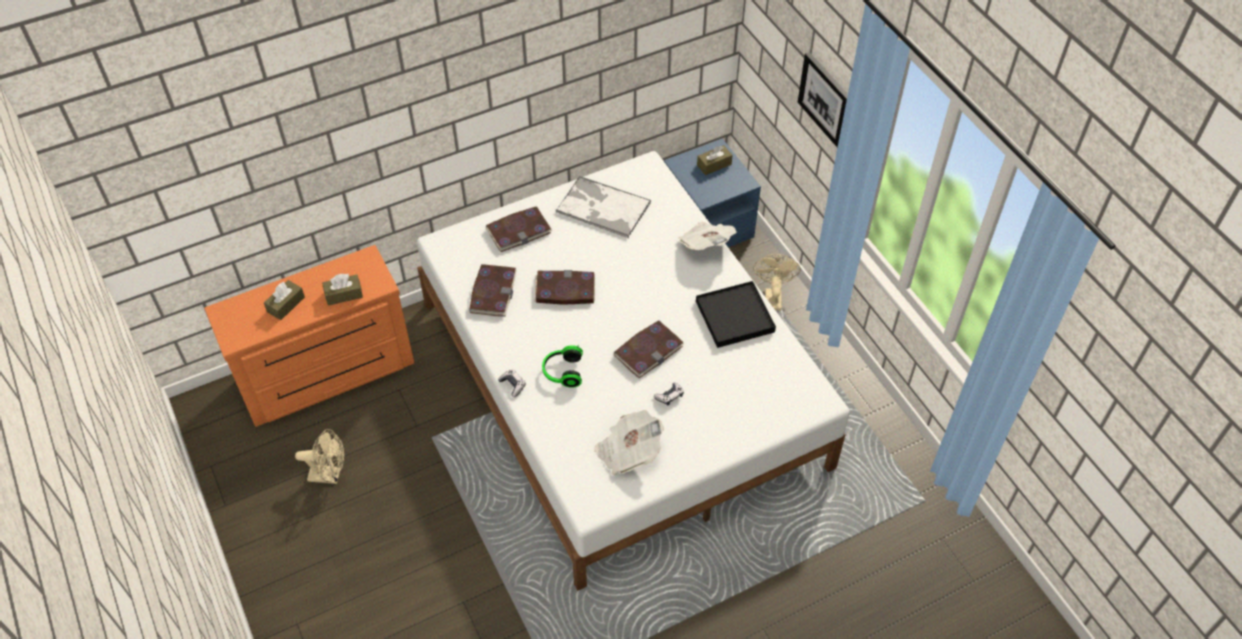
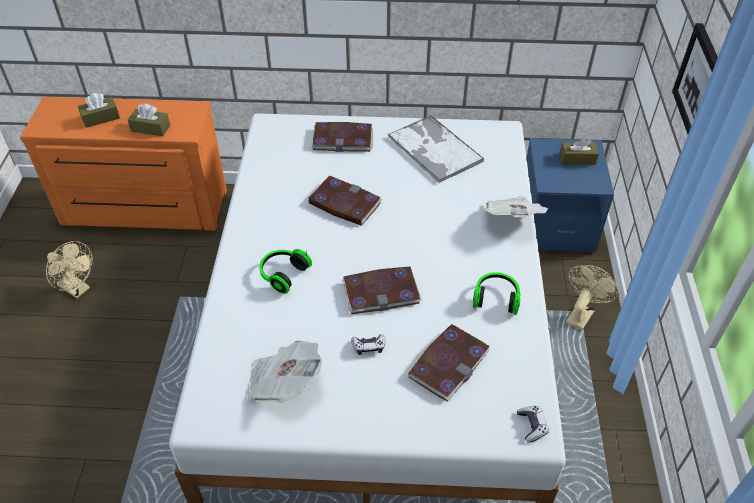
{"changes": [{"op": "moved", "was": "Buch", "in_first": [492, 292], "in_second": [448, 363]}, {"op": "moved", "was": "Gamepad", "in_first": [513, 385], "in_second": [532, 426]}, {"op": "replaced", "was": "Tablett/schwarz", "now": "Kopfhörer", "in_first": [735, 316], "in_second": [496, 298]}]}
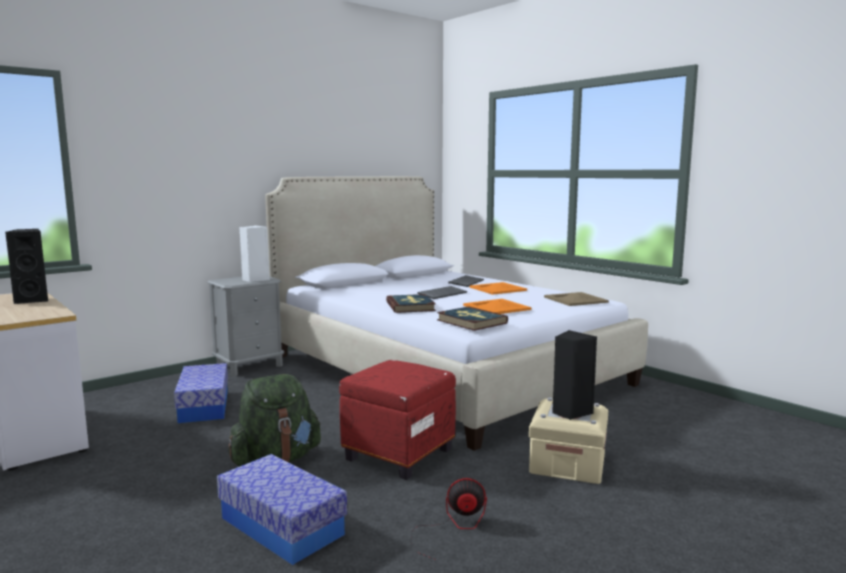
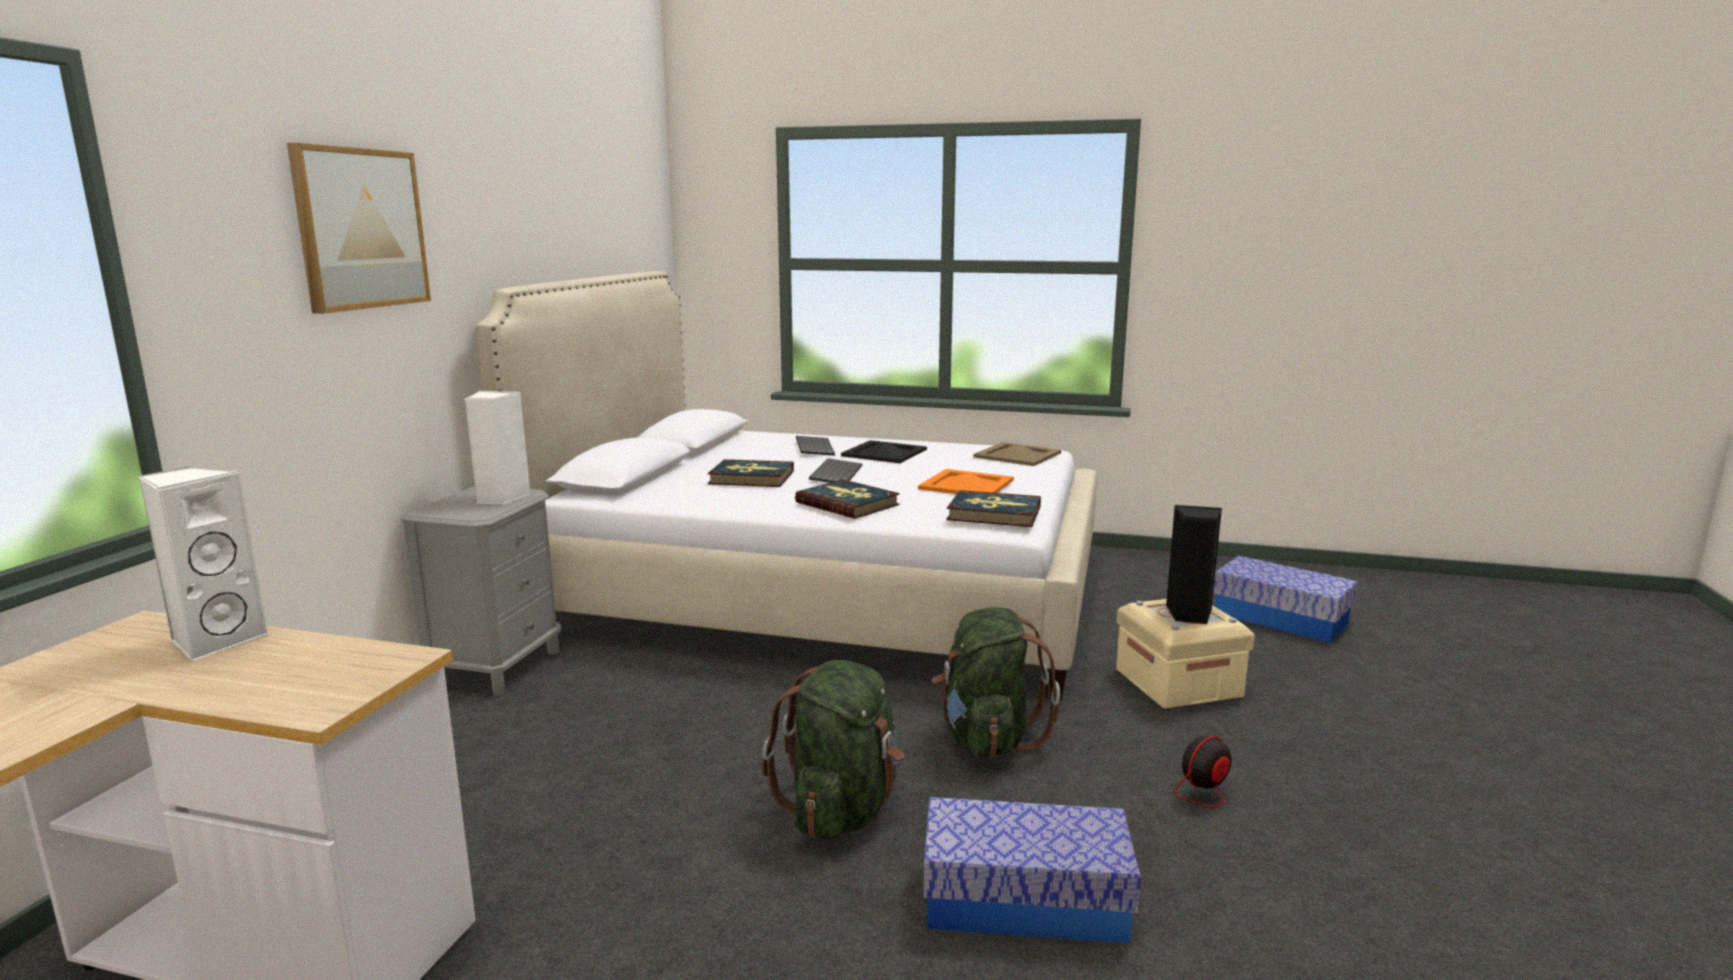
{"changes": [{"op": "added", "now": "Bild", "in_second": [360, 229]}, {"op": "added", "now": "Buch", "in_second": [751, 477]}, {"op": "moved", "was": "Aufbewahrungsbox", "in_first": [204, 406], "in_second": [1280, 618]}, {"op": "replaced", "was": "Polsterhocker/rot", "now": "Rucksack/grün", "in_first": [399, 455], "in_second": [987, 739]}, {"op": "recoloured", "was": "Lautsprecher/schwarz", "now": "Lautsprecher/weiß", "in_first": [33, 300], "in_second": [216, 641]}, {"op": "recoloured", "was": "Tablett/orange", "now": "Tablett/schwarz", "in_first": [498, 289], "in_second": [884, 452]}]}
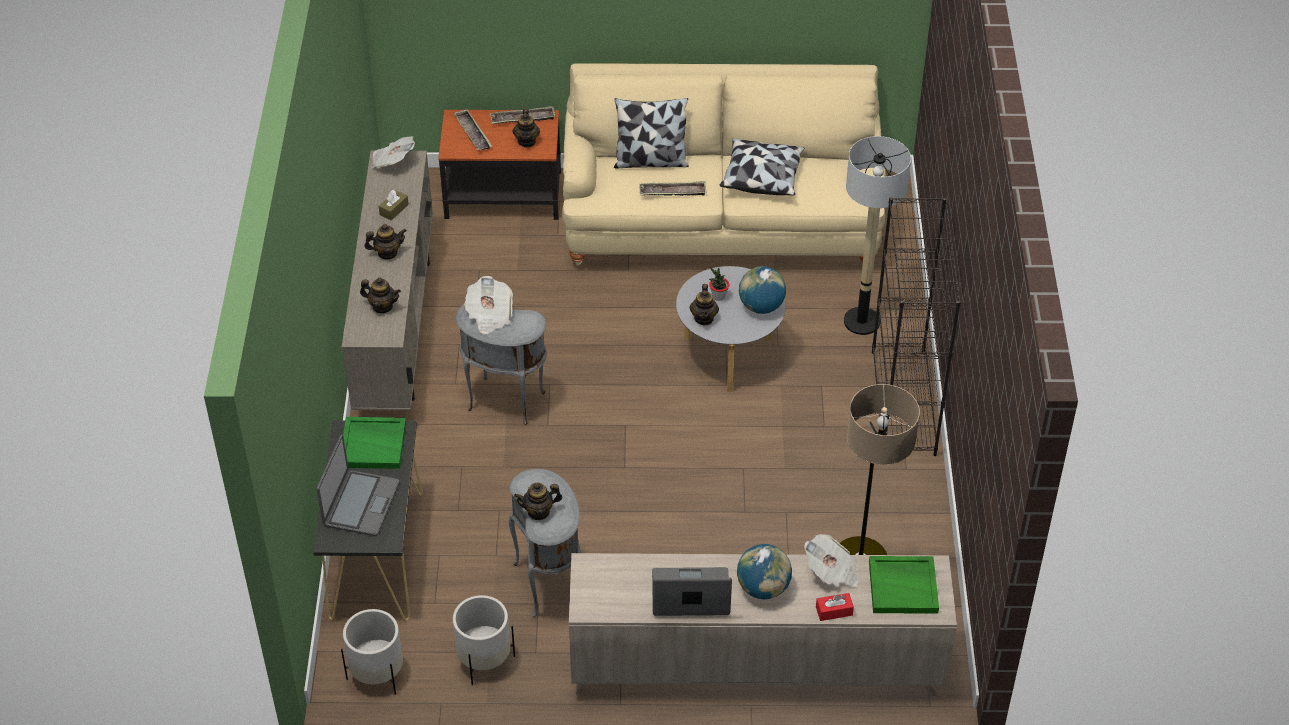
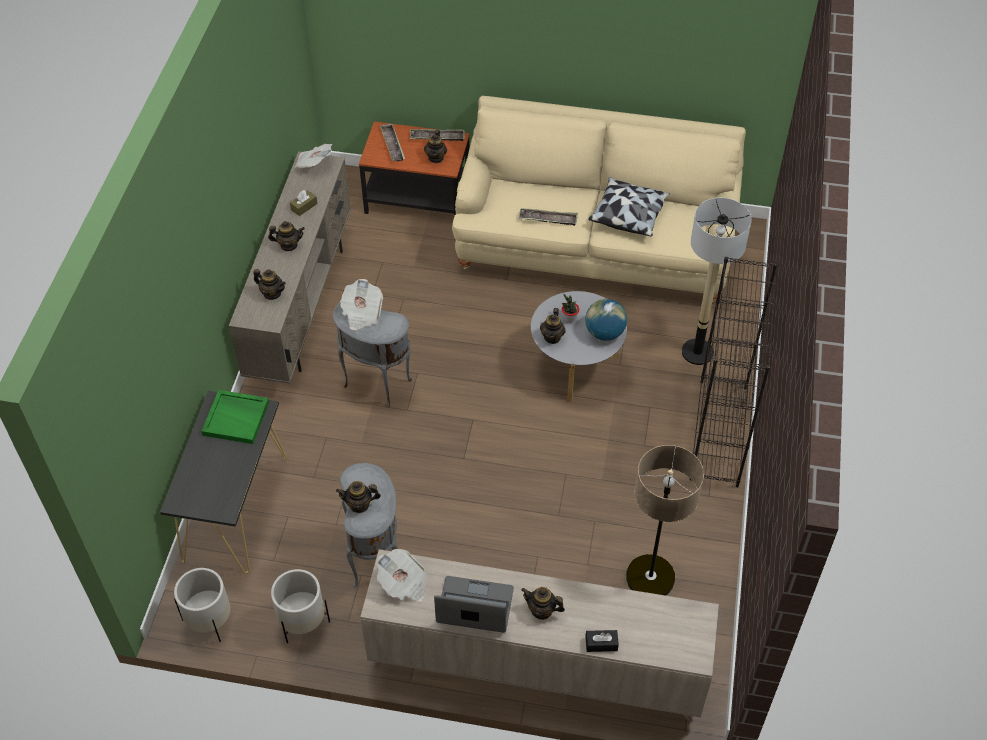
{"changes": [{"op": "removed", "was": "Laptop", "in_first": [360, 504]}, {"op": "removed", "was": "Kissen", "in_first": [650, 161]}, {"op": "removed", "was": "Tablett/grün", "in_first": [903, 586]}, {"op": "moved", "was": "Zeitung", "in_first": [831, 572], "in_second": [403, 584]}, {"op": "replaced", "was": "Globus", "now": "Teekanne", "in_first": [763, 588], "in_second": [542, 610]}, {"op": "recoloured", "was": "Taschentuchbox/rot", "now": "Taschentuchbox/schwarz", "in_first": [834, 611], "in_second": [601, 644]}]}
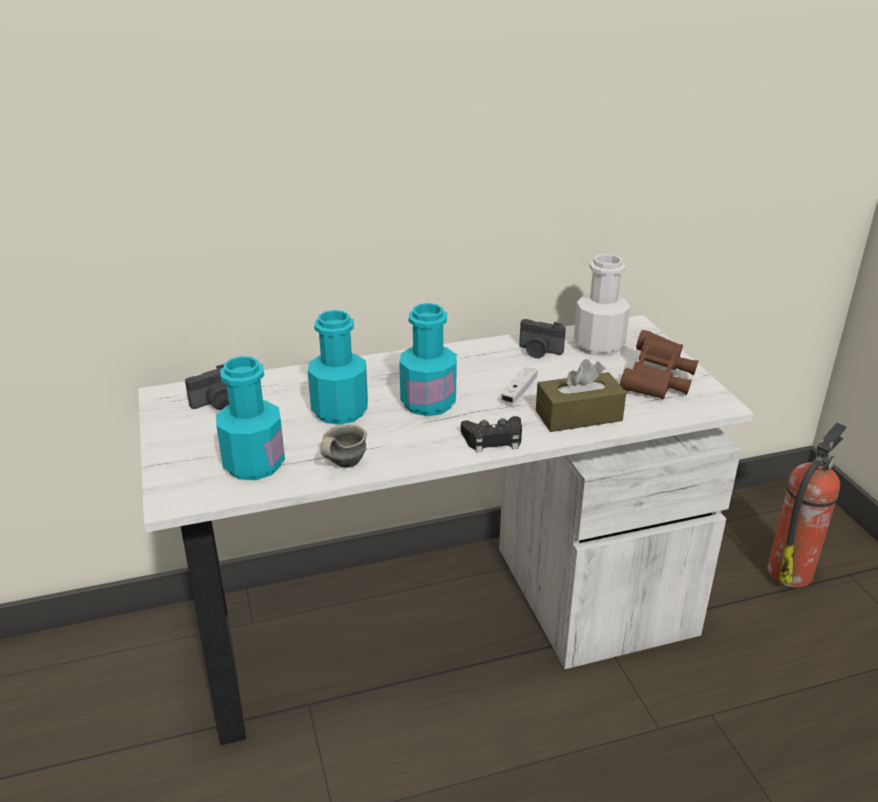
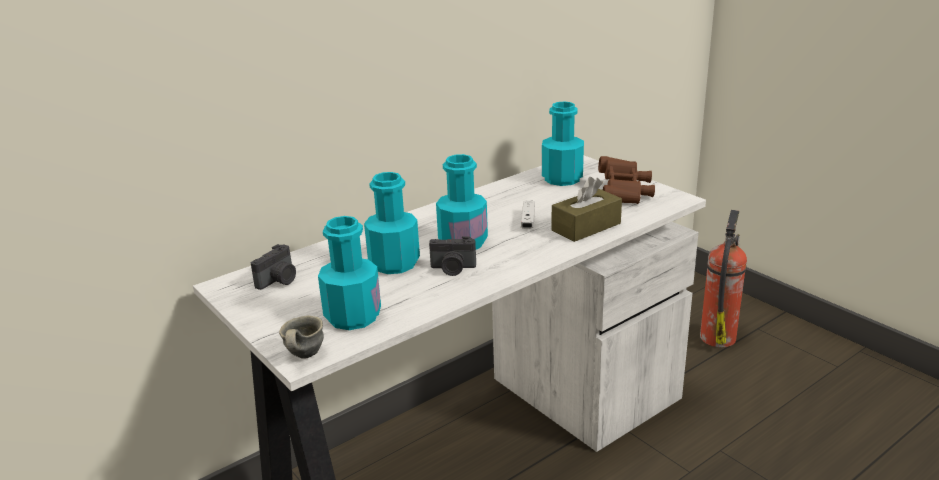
{"changes": [{"op": "removed", "was": "Gamepad/schwarz", "in_first": [493, 439]}, {"op": "moved", "was": "Henkelbecher/grau", "in_first": [342, 464], "in_second": [302, 356]}, {"op": "moved", "was": "Kamera", "in_first": [539, 352], "in_second": [453, 269]}, {"op": "recoloured", "was": "Flasche/weiß", "now": "Flasche/türkis", "in_first": [599, 345], "in_second": [562, 178]}]}
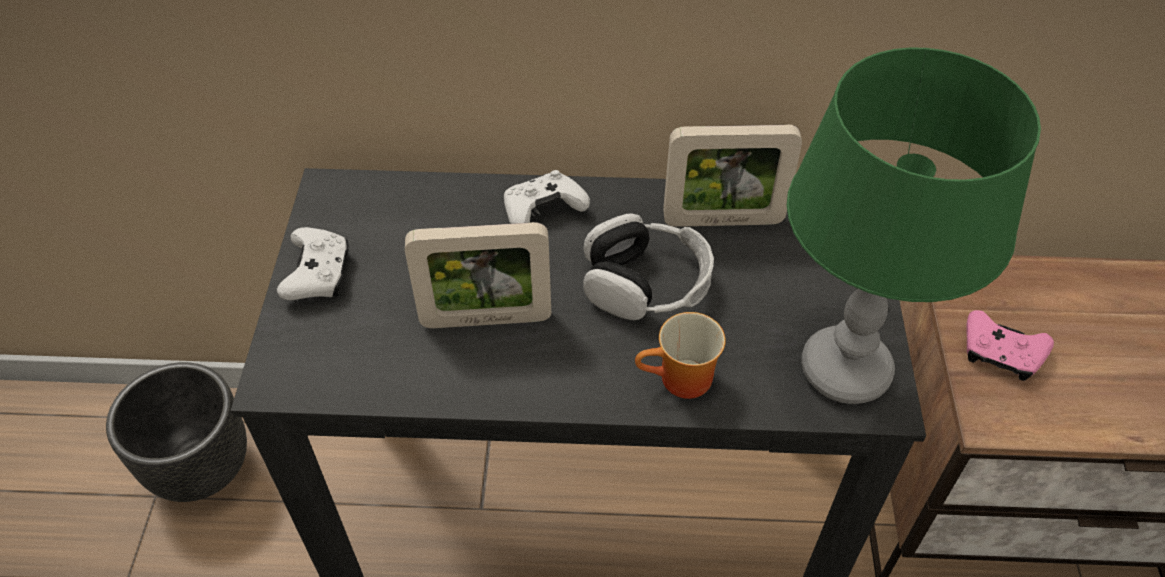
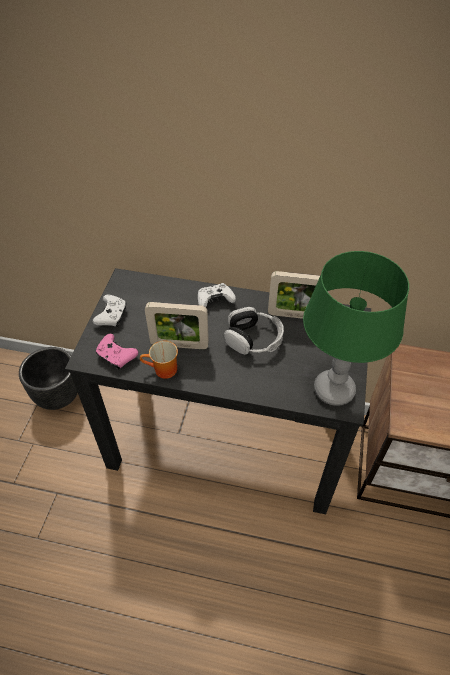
{"changes": [{"op": "moved", "was": "Henkelbecher", "in_first": [681, 382], "in_second": [163, 371]}, {"op": "moved", "was": "Gamepad/rosa", "in_first": [1000, 354], "in_second": [116, 356]}]}
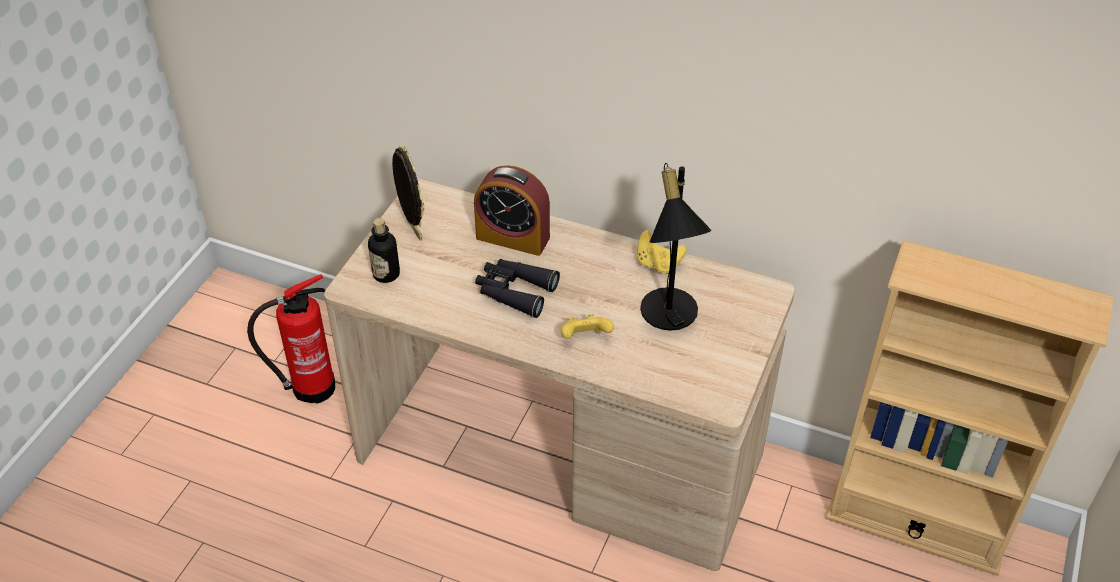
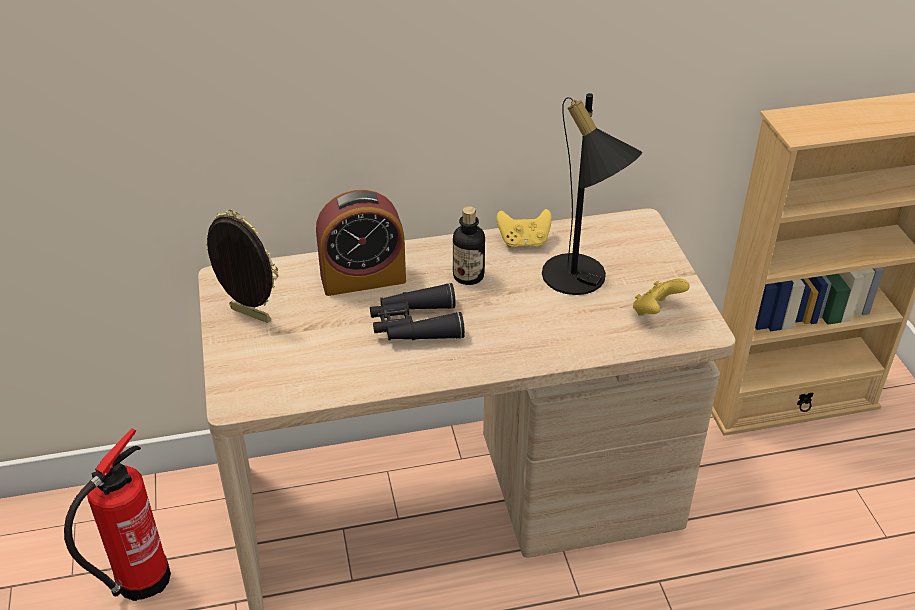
{"changes": [{"op": "moved", "was": "Flasche", "in_first": [386, 274], "in_second": [468, 276]}, {"op": "moved", "was": "Gamepad/gelb", "in_first": [585, 338], "in_second": [656, 311]}]}
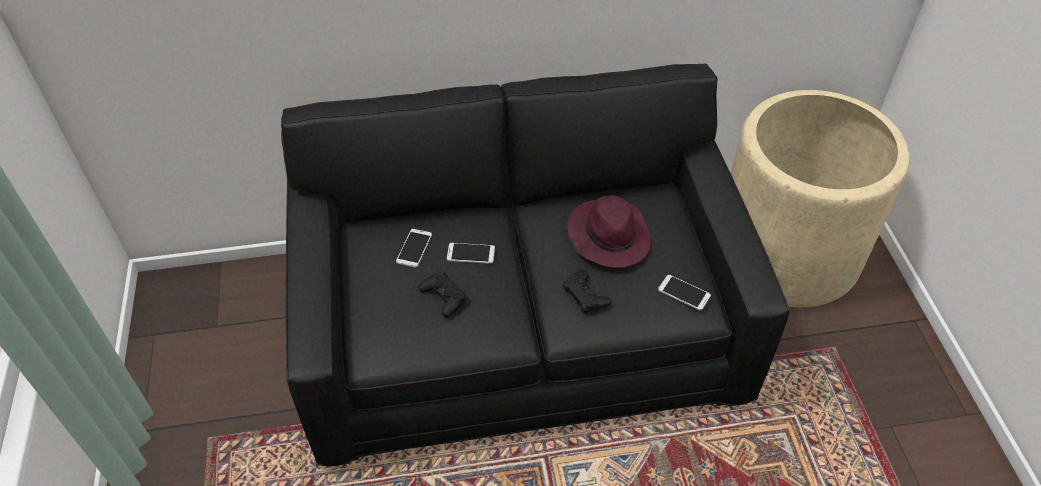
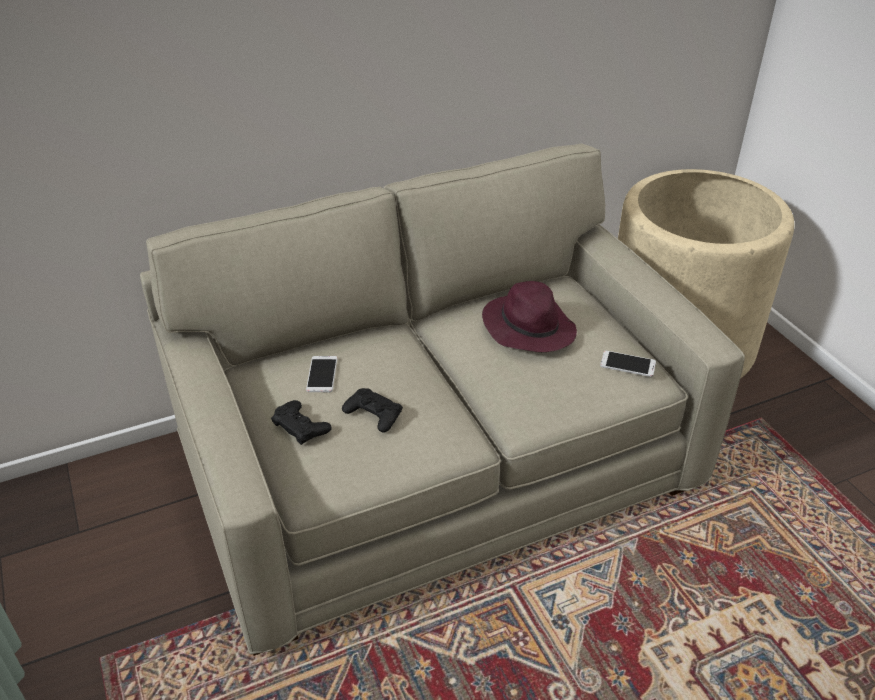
{"changes": [{"op": "removed", "was": "Handy", "in_first": [471, 253]}, {"op": "moved", "was": "Gamepad/schwarz", "in_first": [585, 295], "in_second": [301, 426]}, {"op": "recoloured", "was": "Sofa/schwarz", "now": "Sofa/beige", "in_first": [521, 324], "in_second": [437, 459]}]}
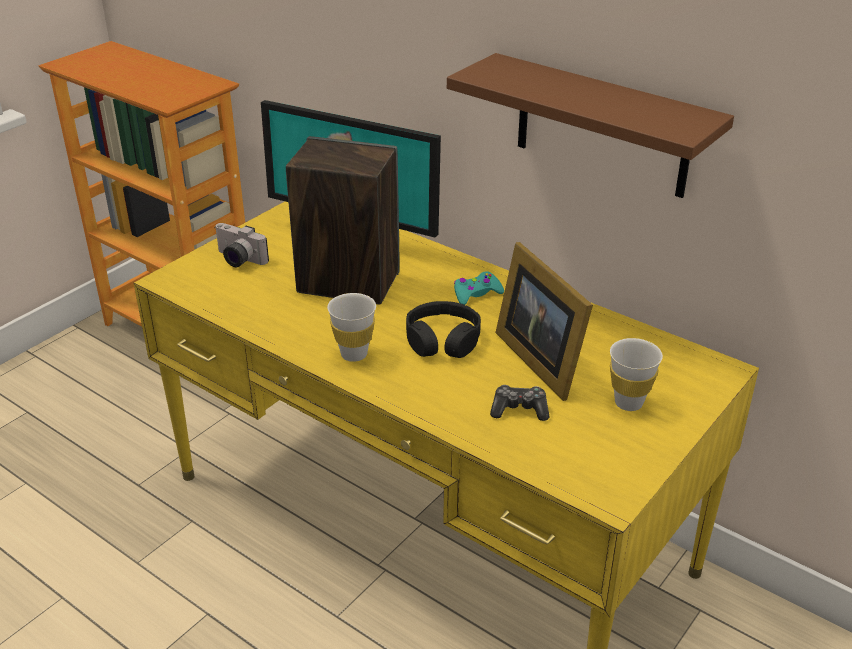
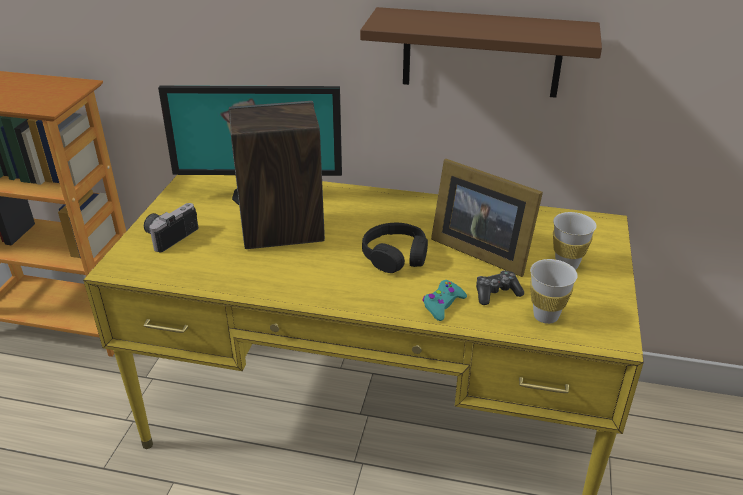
{"changes": [{"op": "moved", "was": "Tasse/weiß", "in_first": [354, 354], "in_second": [545, 316]}, {"op": "moved", "was": "Gamepad/türkis", "in_first": [476, 293], "in_second": [442, 304]}, {"op": "turned", "was": "Kamera", "in_first": [237, 260], "in_second": [170, 235], "clockwise": 120}]}
